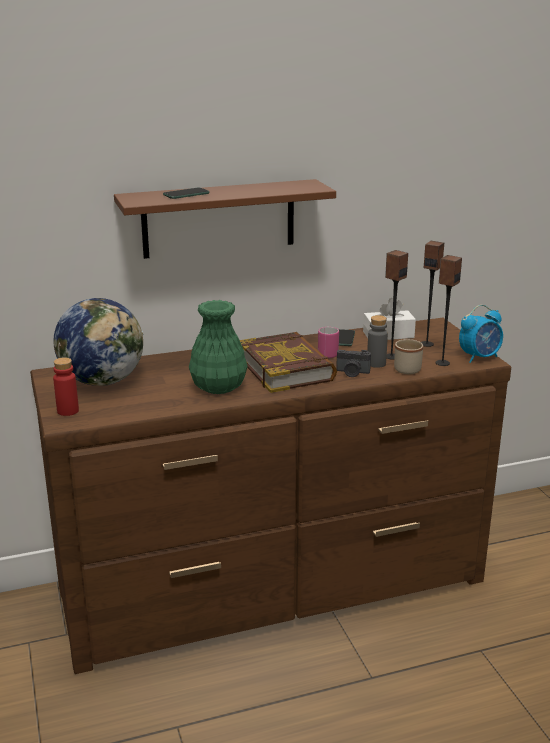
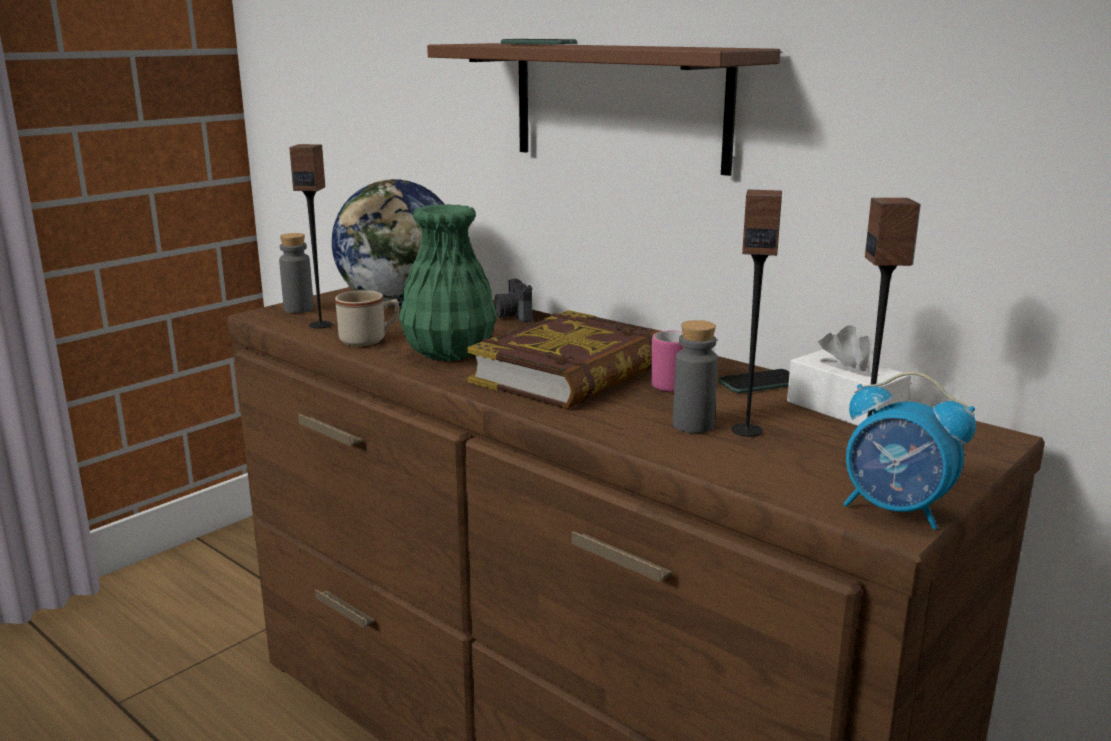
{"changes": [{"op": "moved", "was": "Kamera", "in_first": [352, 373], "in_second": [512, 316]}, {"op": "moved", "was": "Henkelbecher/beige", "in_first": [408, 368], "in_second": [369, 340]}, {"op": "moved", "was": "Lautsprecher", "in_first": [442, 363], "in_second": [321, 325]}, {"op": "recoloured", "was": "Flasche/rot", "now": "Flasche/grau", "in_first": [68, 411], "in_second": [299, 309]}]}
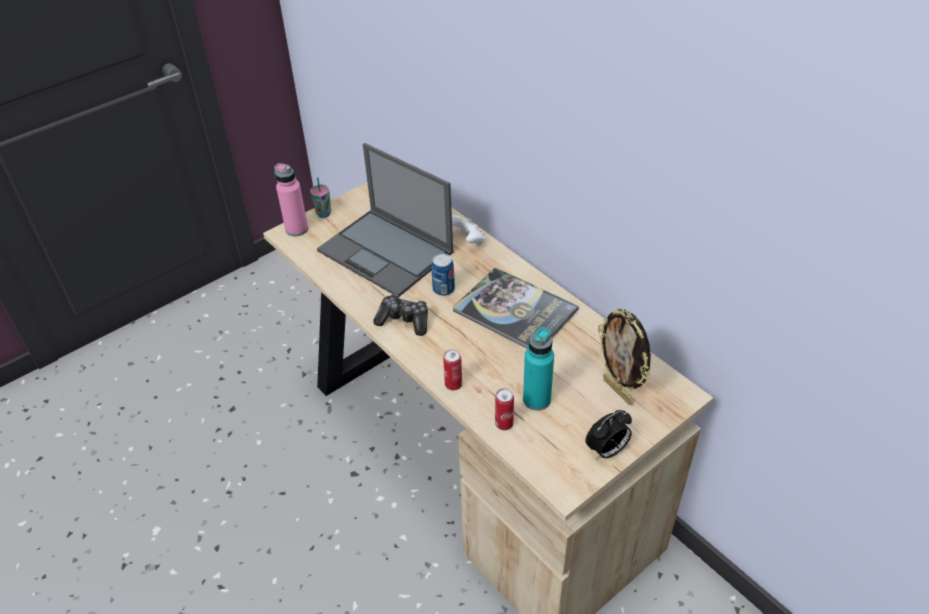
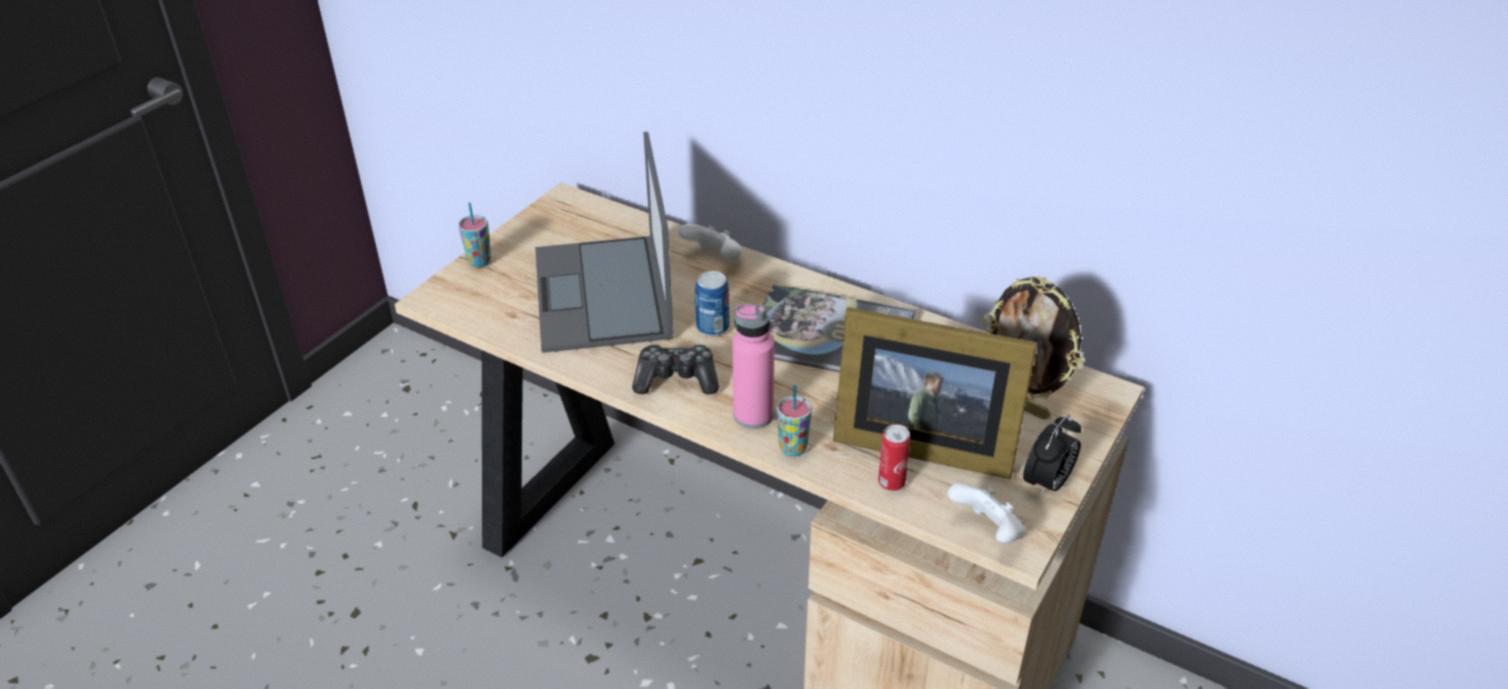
{"changes": [{"op": "added", "now": "Gamepad/weiß", "in_second": [987, 531]}, {"op": "moved", "was": "Flasche/rosa", "in_first": [297, 229], "in_second": [753, 415]}, {"op": "replaced", "was": "Dose", "now": "Tasse", "in_first": [453, 385], "in_second": [793, 448]}, {"op": "replaced", "was": "Flasche/türkis", "now": "Bilderrahmen", "in_first": [536, 399], "in_second": [919, 441]}, {"op": "turned", "was": "Laptop", "in_first": [387, 252], "in_second": [603, 295], "clockwise": 60}]}
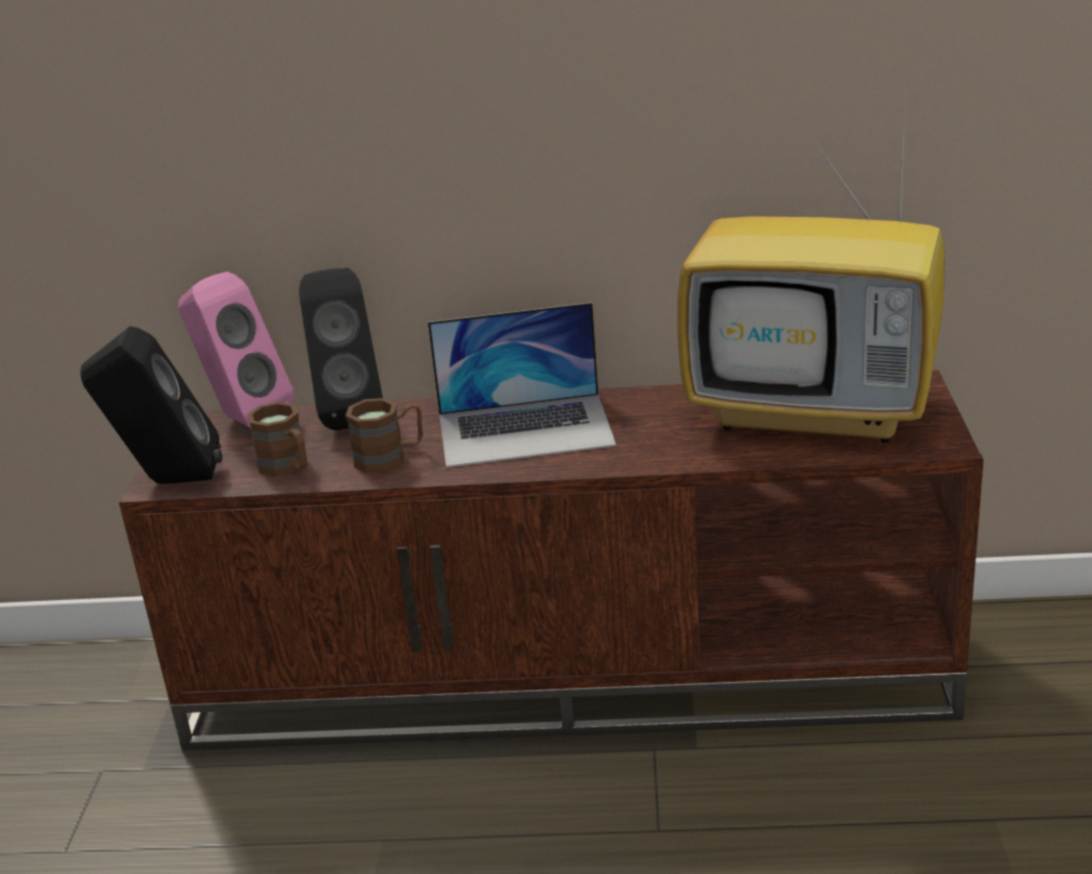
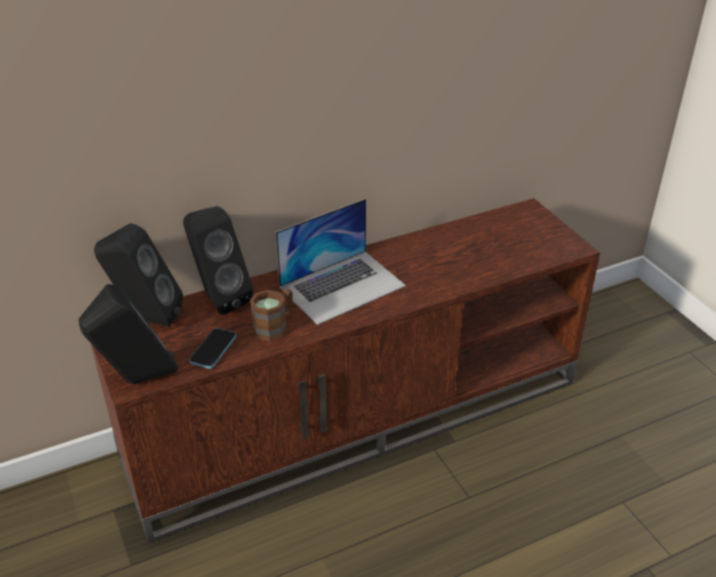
{"changes": [{"op": "removed", "was": "Fernseher", "in_first": [818, 412]}, {"op": "replaced", "was": "Henkelbecher/braun", "now": "Handy", "in_first": [288, 468], "in_second": [213, 349]}, {"op": "recoloured", "was": "Lautsprecher/rosa", "now": "Lautsprecher/schwarz", "in_first": [242, 419], "in_second": [145, 318]}]}
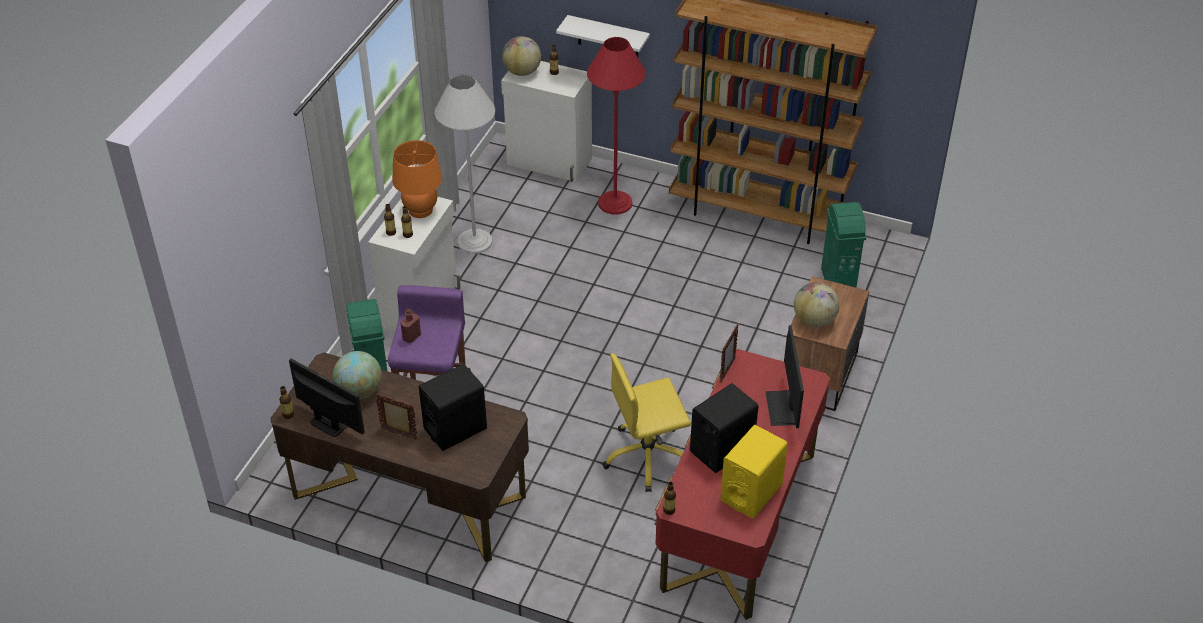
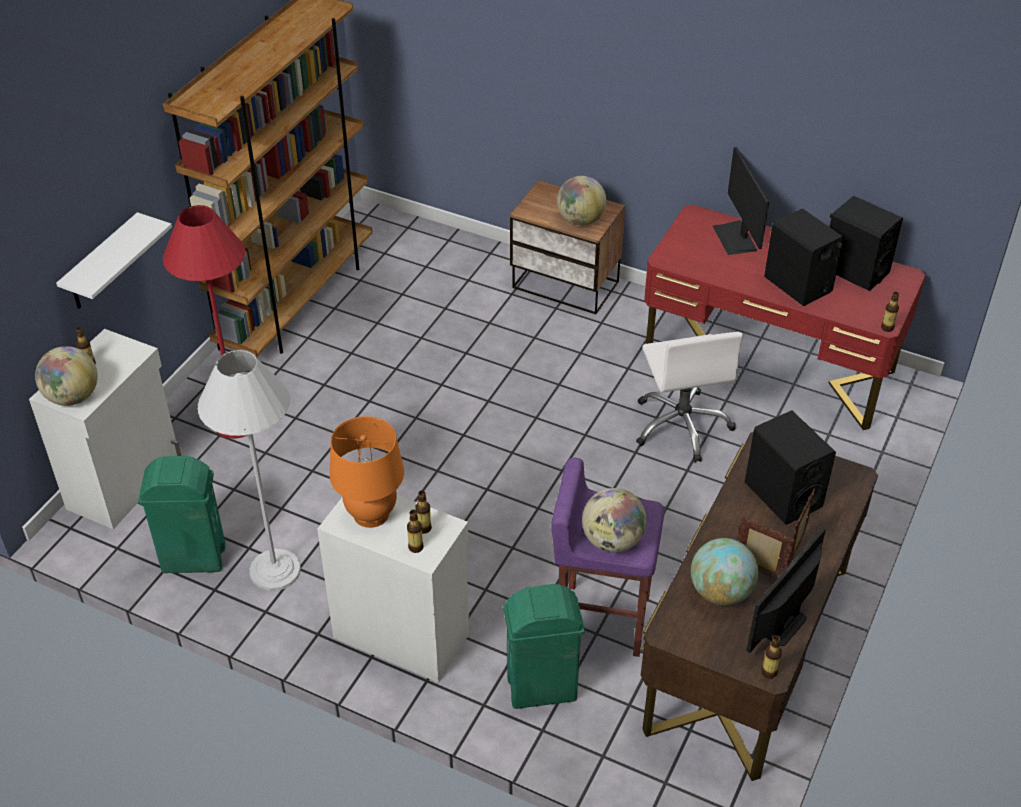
{"changes": [{"op": "moved", "was": "Bilderrahmen", "in_first": [727, 371], "in_second": [758, 572]}, {"op": "moved", "was": "Mülleimer/grün", "in_first": [838, 281], "in_second": [193, 558]}, {"op": "replaced", "was": "Flasche/rot", "now": "Globus", "in_first": [411, 337], "in_second": [612, 541]}, {"op": "recoloured", "was": "Bürostuhl/gelb", "now": "Bürostuhl/weiß", "in_first": [647, 457], "in_second": [682, 425]}, {"op": "recoloured", "was": "Lautsprecher/gelb", "now": "Lautsprecher/schwarz", "in_first": [751, 492], "in_second": [854, 270]}, {"op": "turned", "was": "Monitor", "in_first": [783, 408], "in_second": [735, 238], "clockwise": 75}]}
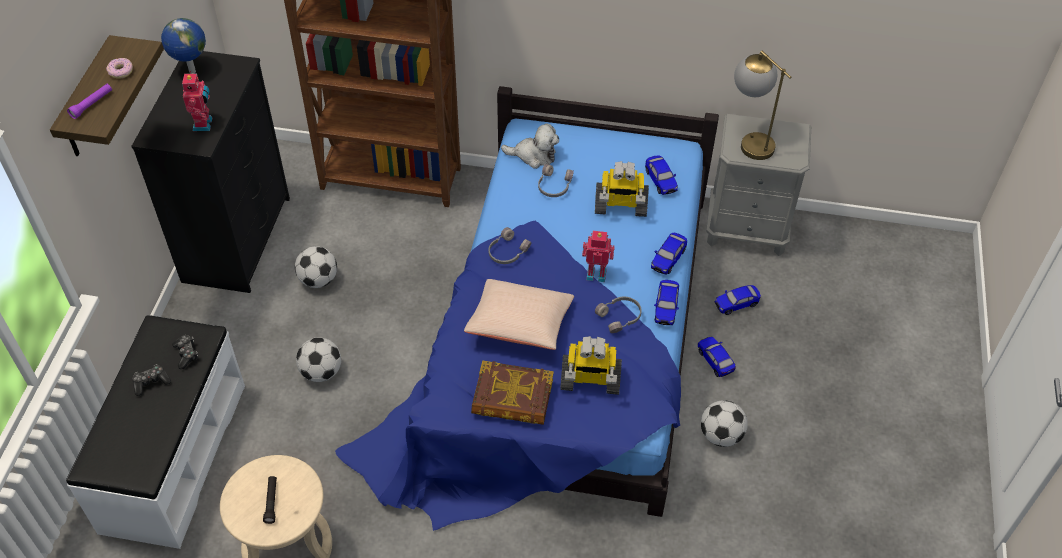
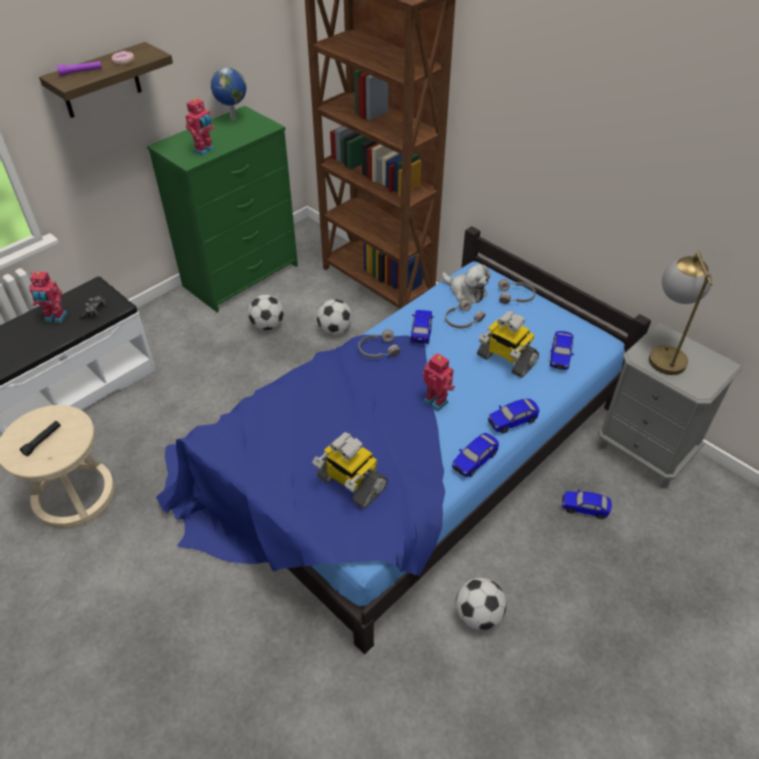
{"changes": [{"op": "removed", "was": "Kissen/beige", "in_first": [520, 324]}, {"op": "removed", "was": "Buch", "in_first": [512, 398]}, {"op": "moved", "was": "Fußball", "in_first": [321, 372], "in_second": [335, 330]}, {"op": "moved", "was": "Kopfhörer/grau", "in_first": [620, 317], "in_second": [516, 297]}, {"op": "moved", "was": "Spielzeugauto", "in_first": [715, 361], "in_second": [421, 332]}, {"op": "replaced", "was": "Gamepad", "now": "Spielzeugroboter", "in_first": [151, 382], "in_second": [55, 318]}, {"op": "recoloured", "was": "Kommode/schwarz", "now": "Kommode/grün", "in_first": [237, 238], "in_second": [241, 275]}]}
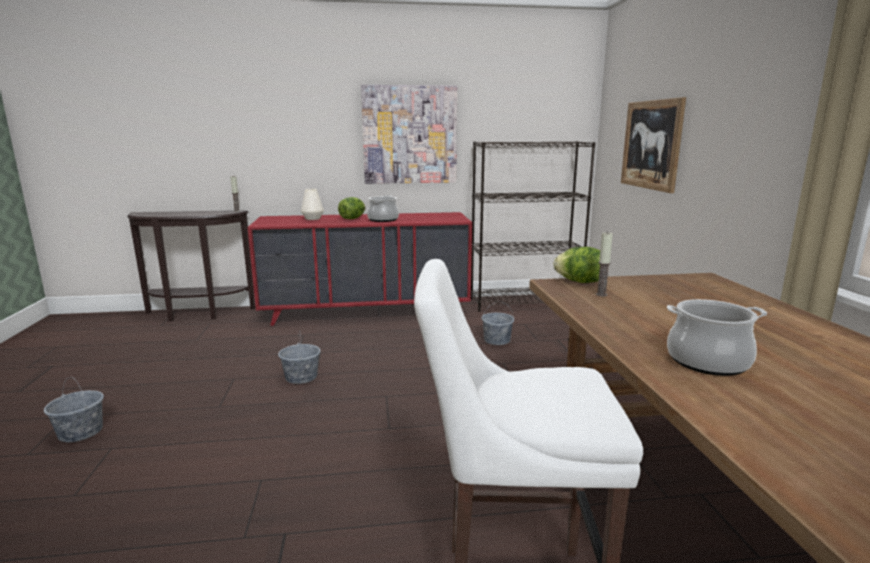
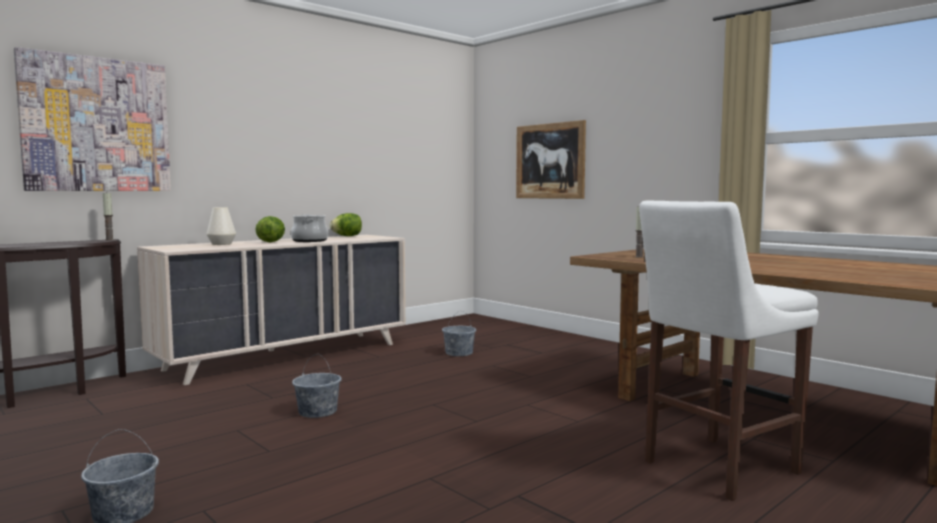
{"changes": [{"op": "removed", "was": "Bücherregal/schwarz", "in_first": [525, 302]}, {"op": "removed", "was": "Kochtopf", "in_first": [707, 362]}, {"op": "moved", "was": "Bild", "in_first": [410, 135], "in_second": [97, 125]}, {"op": "moved", "was": "Salatkopf", "in_first": [579, 282], "in_second": [347, 236]}, {"op": "recoloured", "was": "Kommode/rot", "now": "Kommode/beige", "in_first": [367, 312], "in_second": [286, 356]}]}
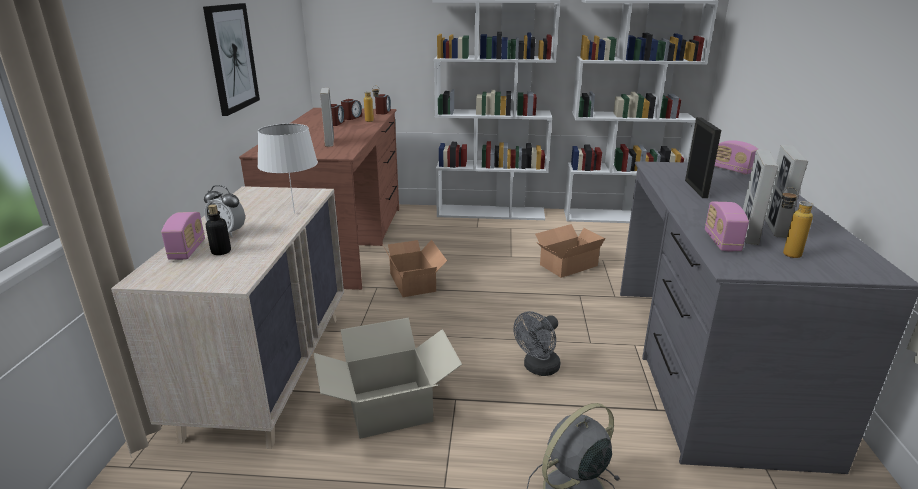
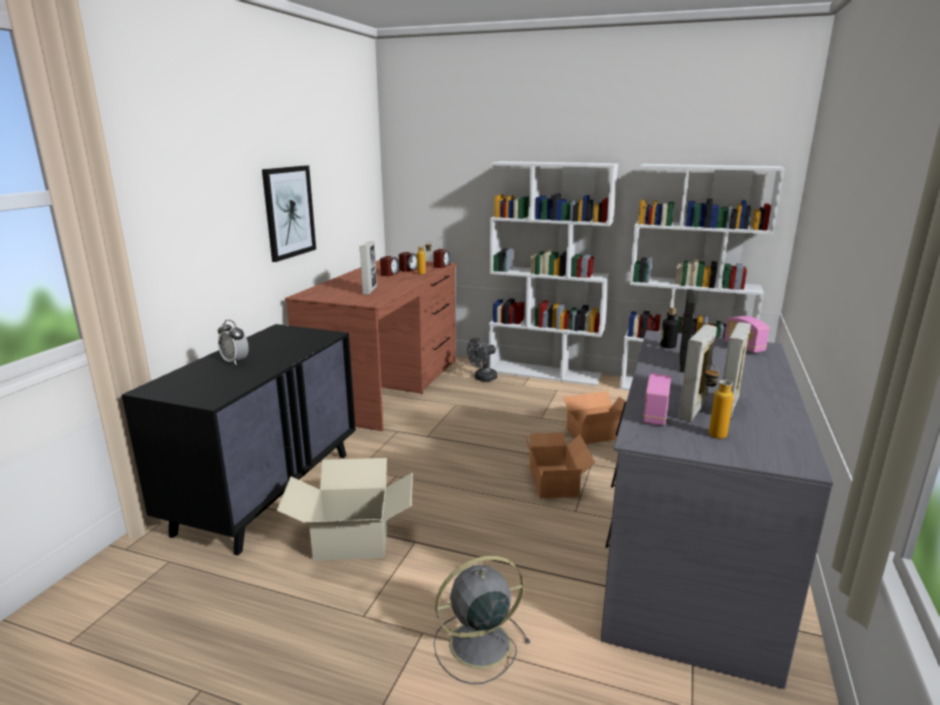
{"changes": [{"op": "removed", "was": "Radio", "in_first": [187, 250]}, {"op": "removed", "was": "Tischlampe/weiß", "in_first": [293, 213]}, {"op": "moved", "was": "Flasche", "in_first": [221, 251], "in_second": [668, 346]}, {"op": "moved", "was": "Karton", "in_first": [414, 281], "in_second": [555, 480]}, {"op": "moved", "was": "Ventilator/grau", "in_first": [538, 368], "in_second": [482, 378]}, {"op": "recoloured", "was": "Kommode/beige", "now": "Kommode/schwarz", "in_first": [269, 371], "in_second": [268, 491]}]}
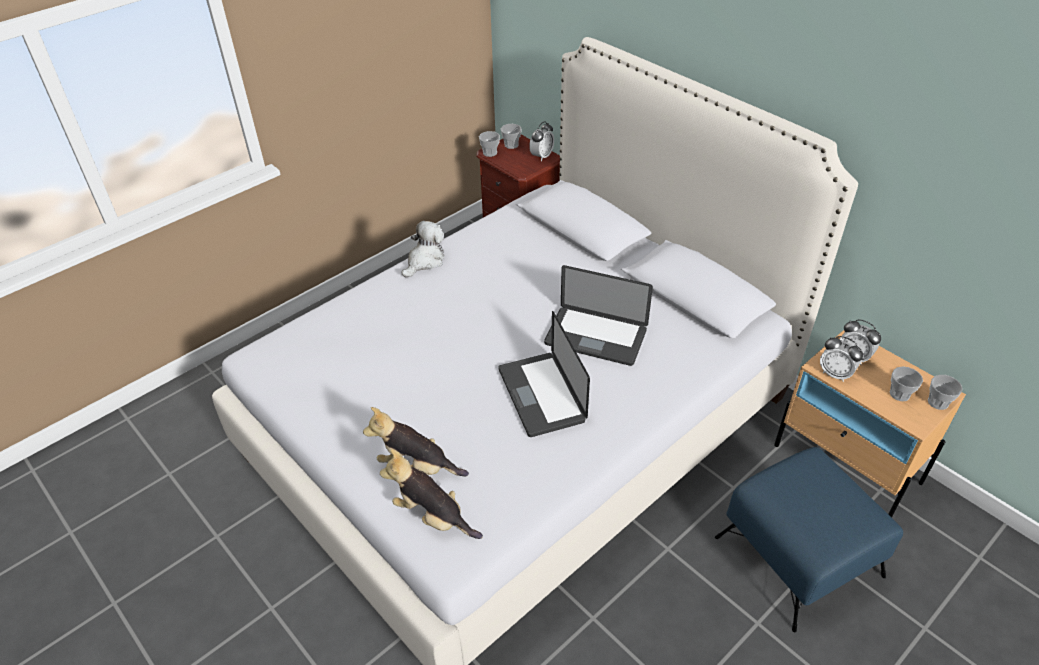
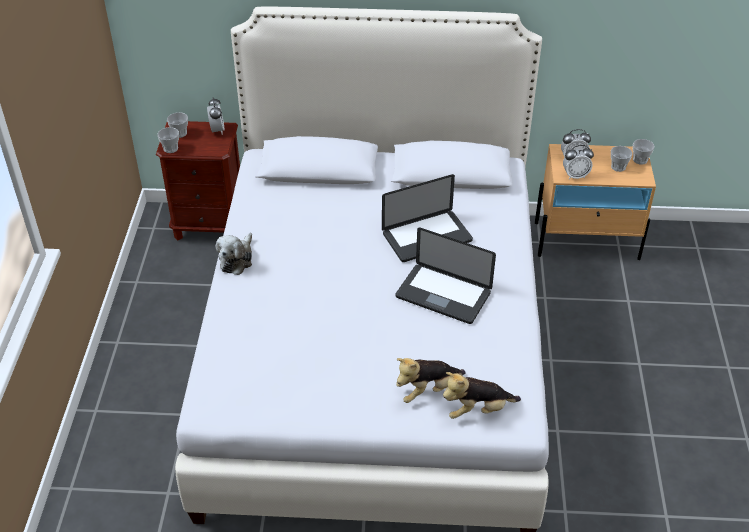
{"changes": [{"op": "removed", "was": "Polsterhocker/blau", "in_first": [798, 557]}, {"op": "turned", "was": "Plüschtier", "in_first": [425, 261], "in_second": [237, 259], "clockwise": -150}]}
